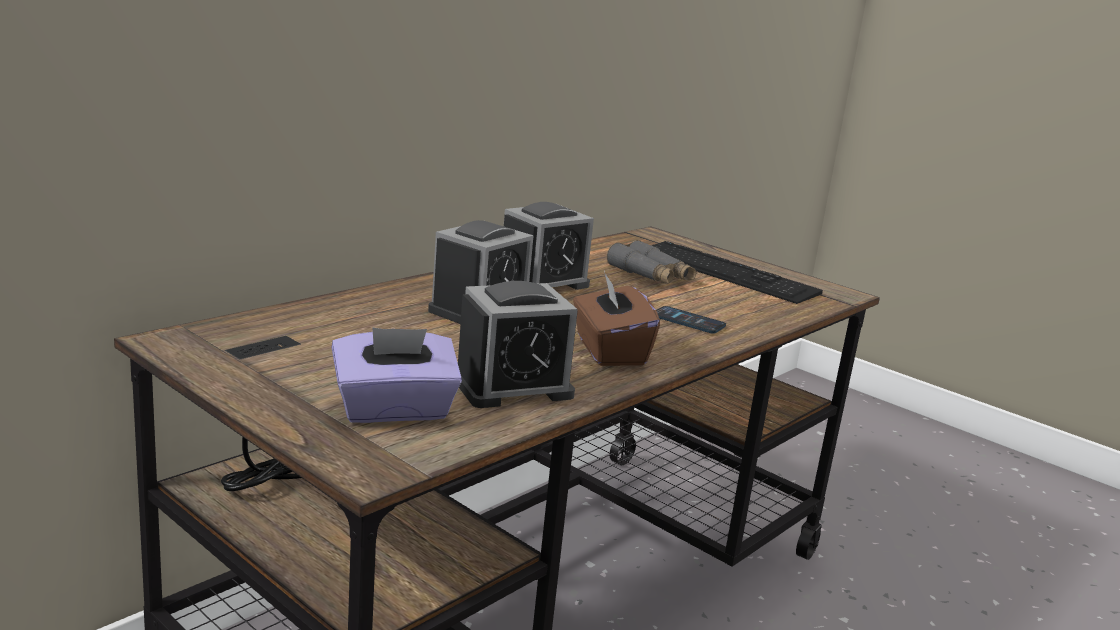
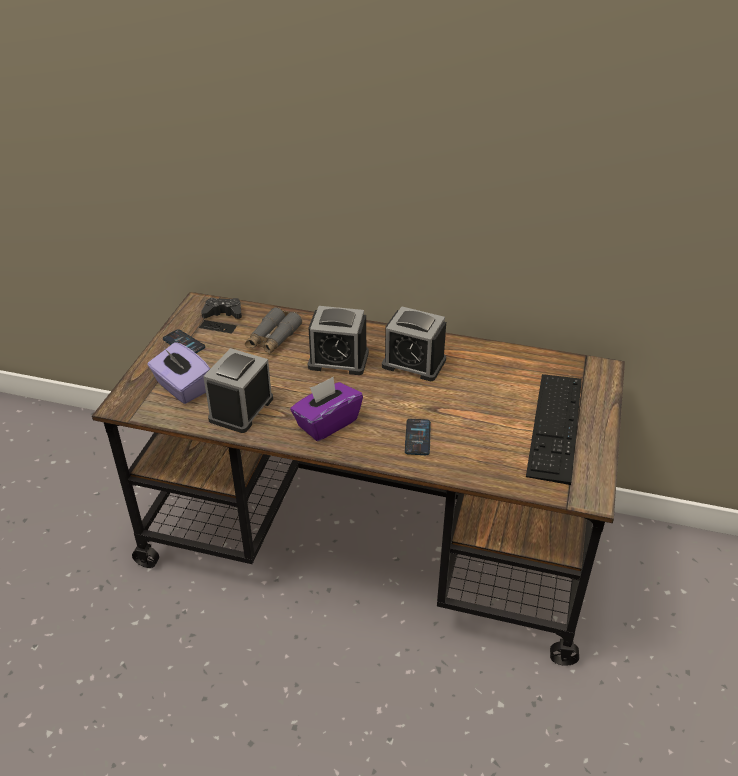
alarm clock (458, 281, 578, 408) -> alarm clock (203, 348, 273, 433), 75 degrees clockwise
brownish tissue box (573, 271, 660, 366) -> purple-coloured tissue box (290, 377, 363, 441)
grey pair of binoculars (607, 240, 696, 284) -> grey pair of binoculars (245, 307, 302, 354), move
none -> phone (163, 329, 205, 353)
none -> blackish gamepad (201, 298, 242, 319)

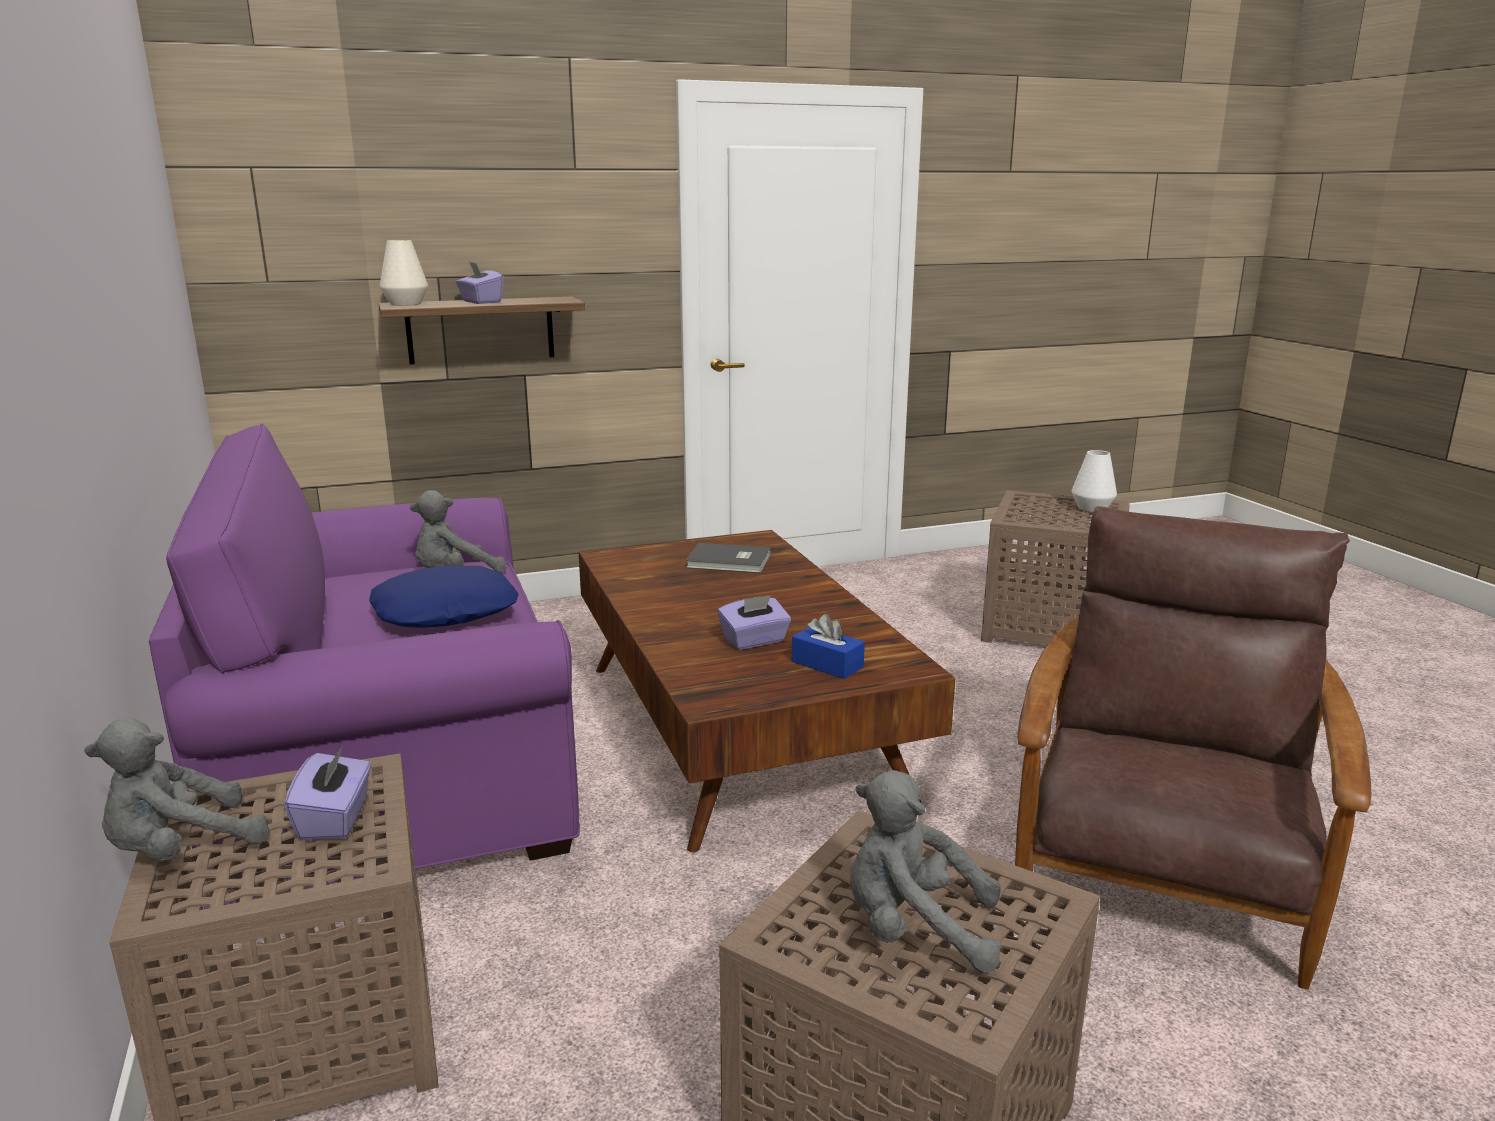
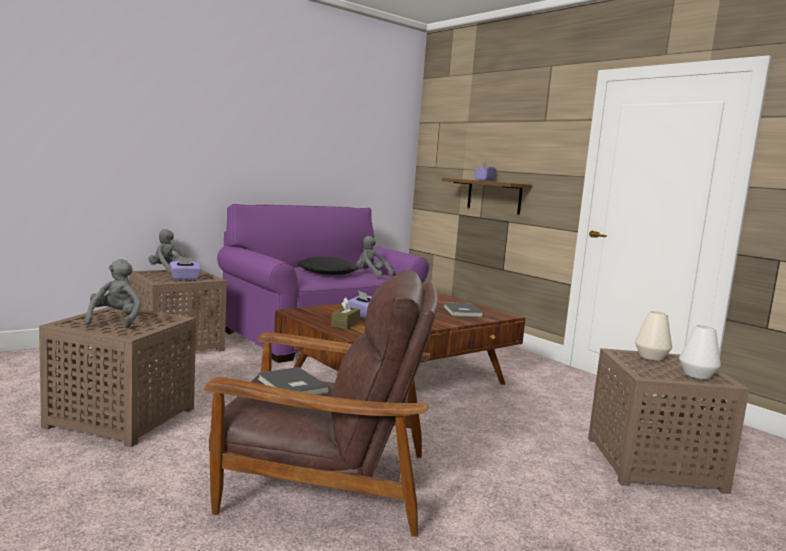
blue-coloured throw pillow (369, 566, 519, 628) -> blackish throw pillow (297, 257, 358, 275)
white-coloured decorative vase (380, 240, 428, 306) -> white-coloured decorative vase (635, 311, 672, 361), move
blue-coloured tissue box (792, 614, 865, 679) -> brownish tissue box (331, 298, 360, 329)
none -> grey book (257, 367, 330, 395)

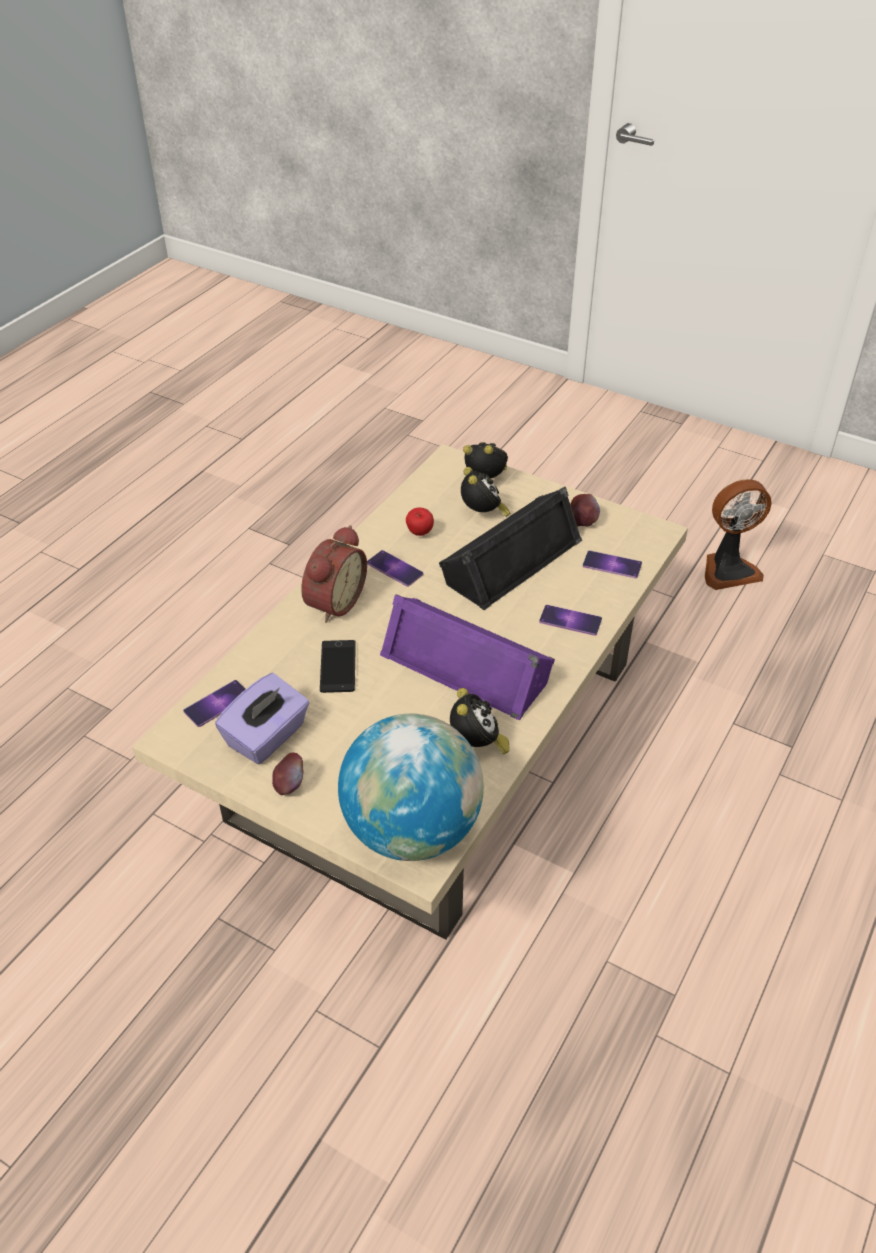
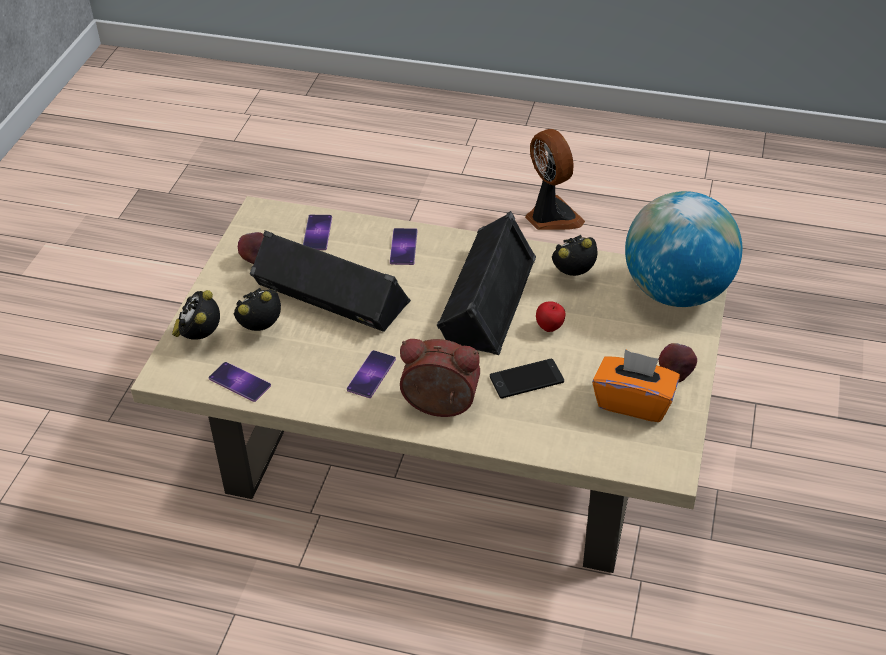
phone (183, 680, 246, 727) -> phone (209, 362, 271, 402), move
purple-coloured tissue box (215, 673, 310, 764) -> orange tissue box (592, 349, 680, 422)
purple-coloured audio speaker (380, 594, 555, 720) -> blackish audio speaker (437, 211, 536, 355)
whole apple (406, 508, 434, 536) -> whole apple (536, 301, 565, 332), move
fan (705, 479, 772, 590) -> fan (525, 129, 585, 230), move

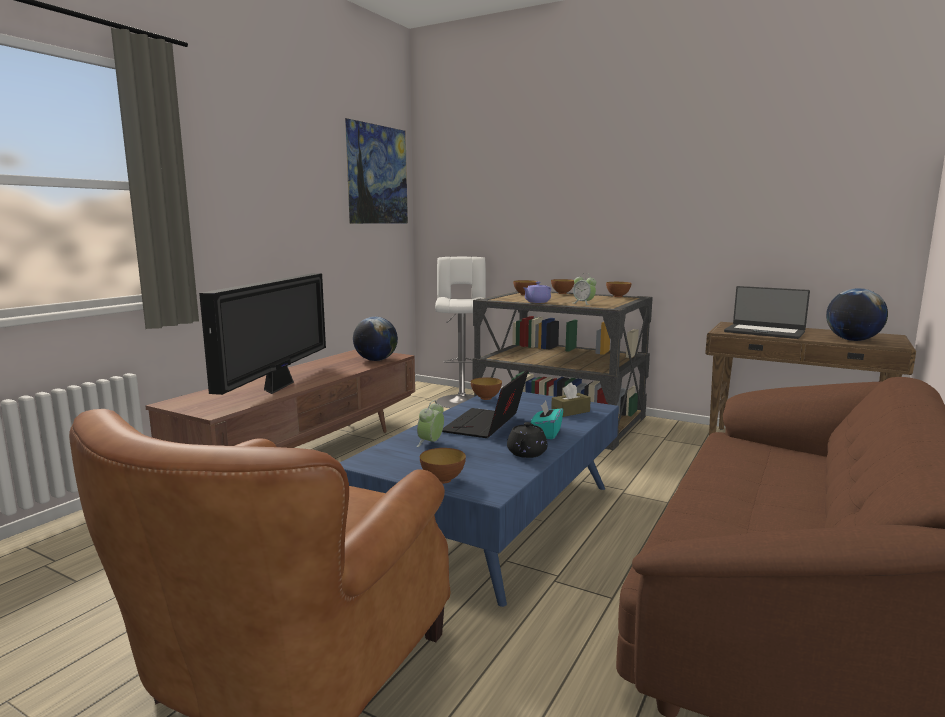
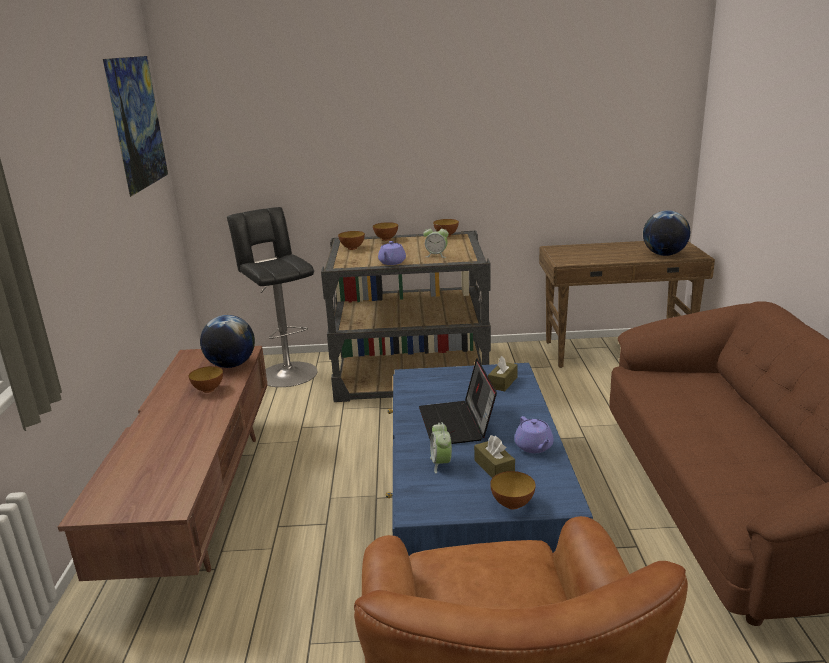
TV set (199, 273, 326, 395) -> none
white-coloured stool (435, 257, 486, 408) -> blackish stool (227, 207, 317, 387)
bowl (471, 377, 502, 400) -> bowl (188, 366, 223, 393), move
blackish tea pot (507, 422, 548, 458) -> purple-coloured tea pot (514, 416, 554, 453)
turquoise tissue box (531, 401, 563, 439) -> none
notebook computer (724, 286, 810, 339) -> none
none -> brownish tissue box (474, 435, 515, 478)

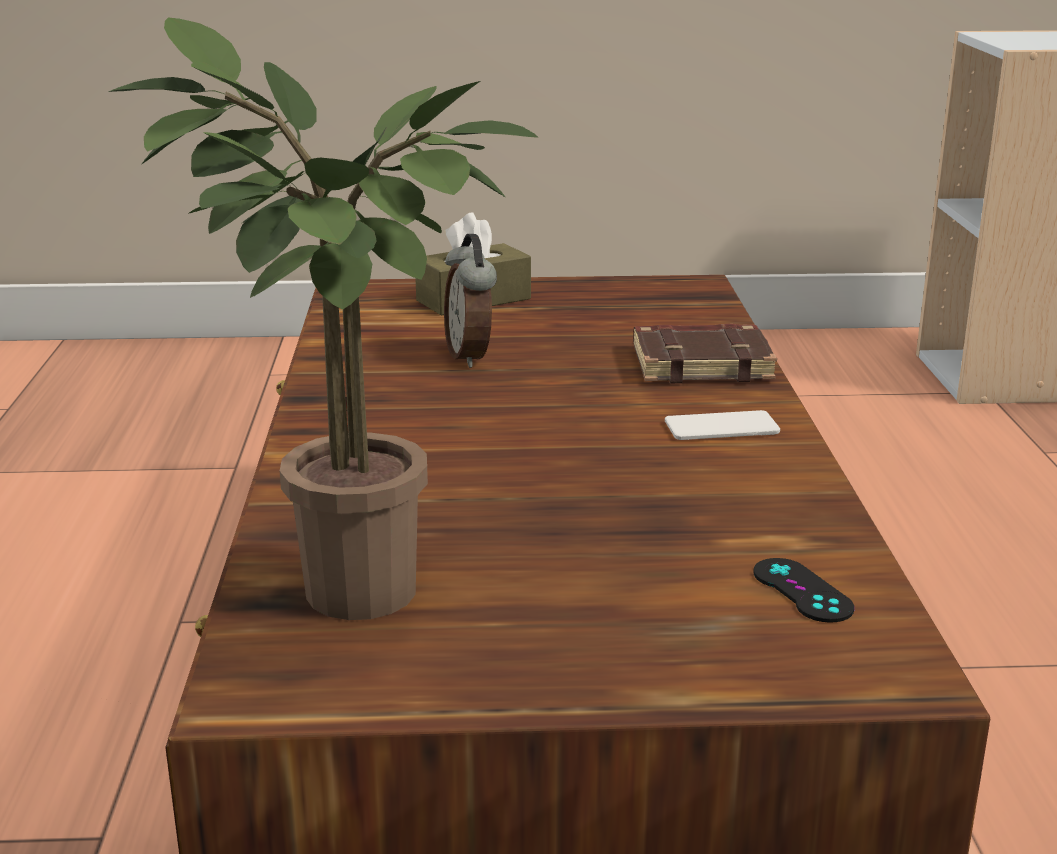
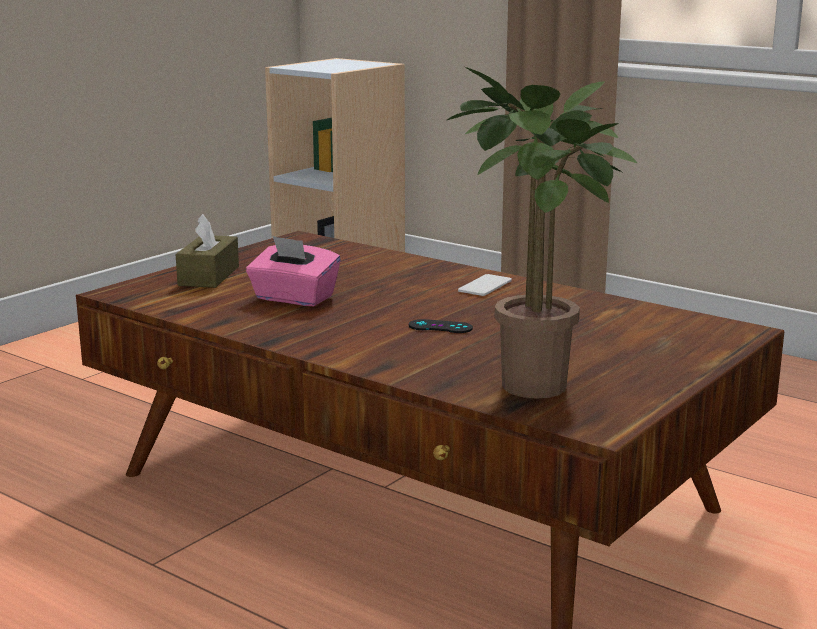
alarm clock (444, 234, 497, 368) -> pinkish tissue box (246, 236, 341, 306)
brownish book (633, 324, 777, 383) -> none
blackish gamepad (753, 558, 854, 623) -> blackish gamepad (409, 319, 473, 333), move

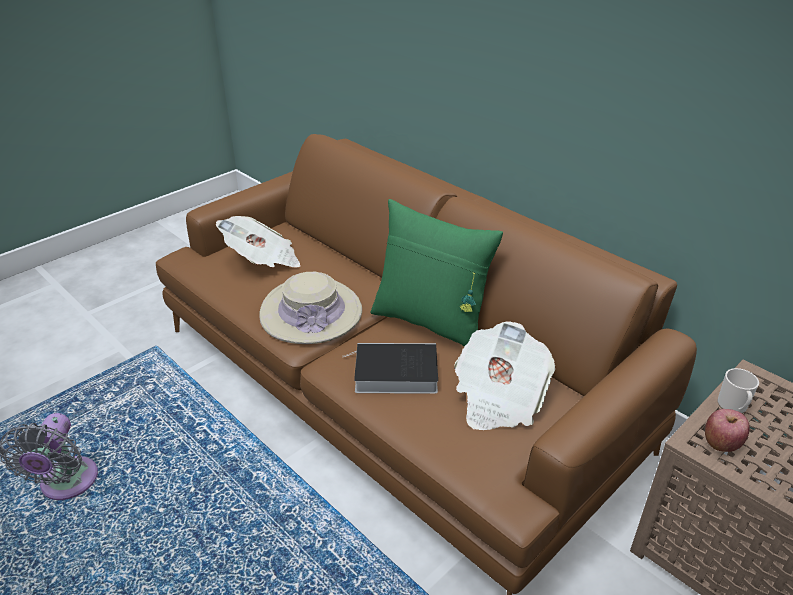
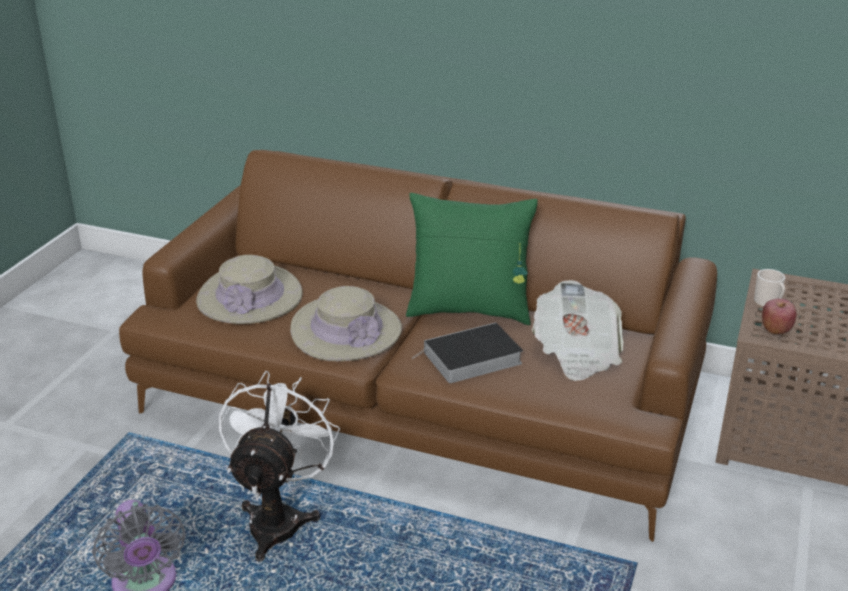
printed paper (216, 216, 301, 267) -> beige-coloured hat (196, 255, 303, 324)
none -> white-coloured fan (219, 371, 340, 562)

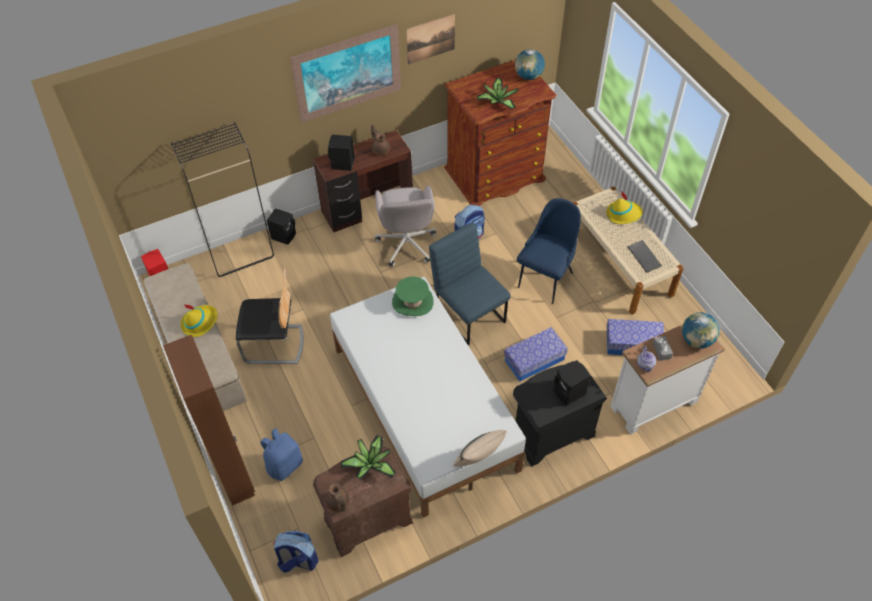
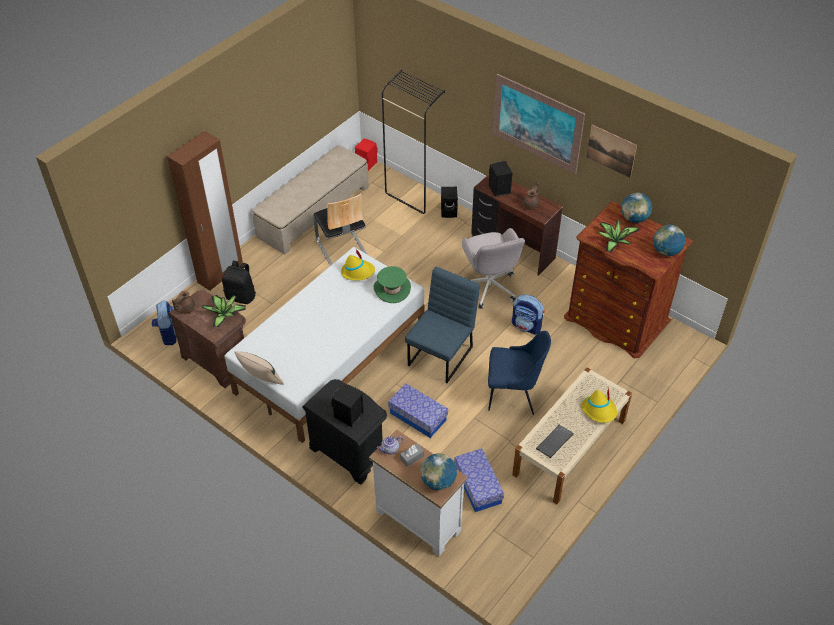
yellowish hat (181, 304, 218, 337) -> yellowish hat (341, 249, 375, 281), move
blue-coloured backpack (260, 428, 303, 481) -> blackish backpack (222, 260, 256, 304)
grey computer chair (375, 185, 437, 267) -> grey computer chair (462, 228, 525, 309), 75 degrees counterclockwise
none -> globe (621, 193, 652, 223)

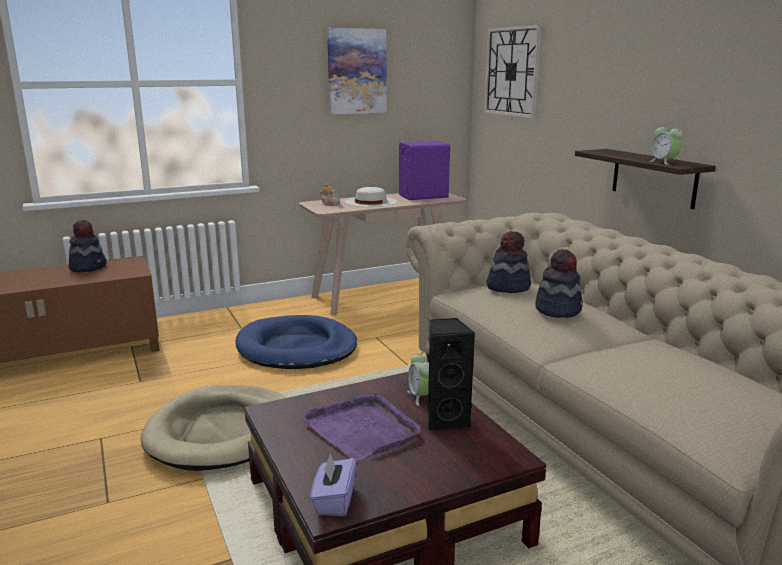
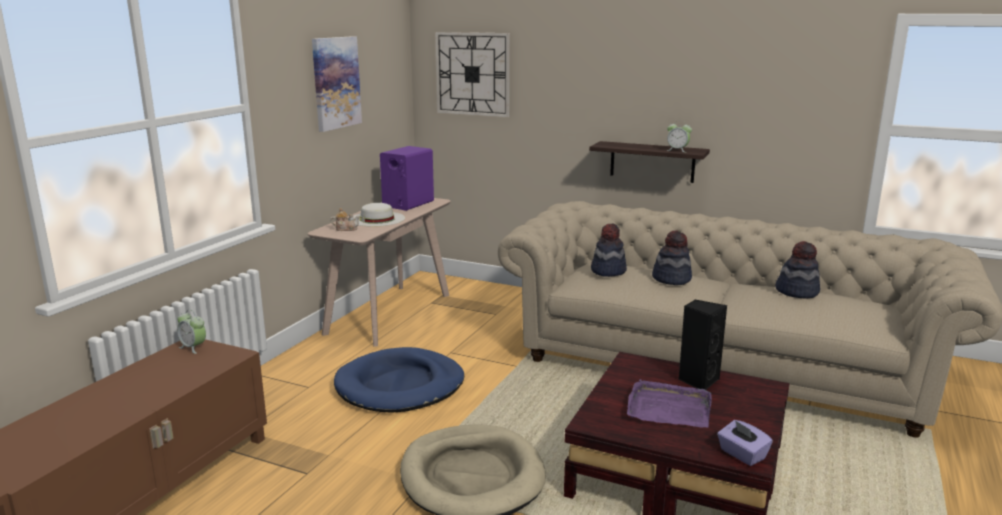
hat (69, 220, 107, 272) -> hat (775, 241, 820, 299), move
alarm clock (407, 352, 429, 406) -> alarm clock (177, 310, 206, 354), move

